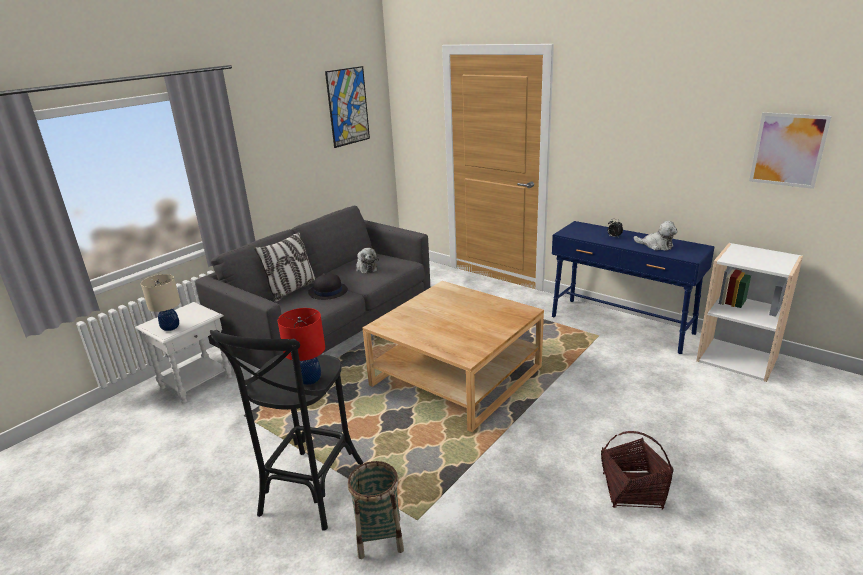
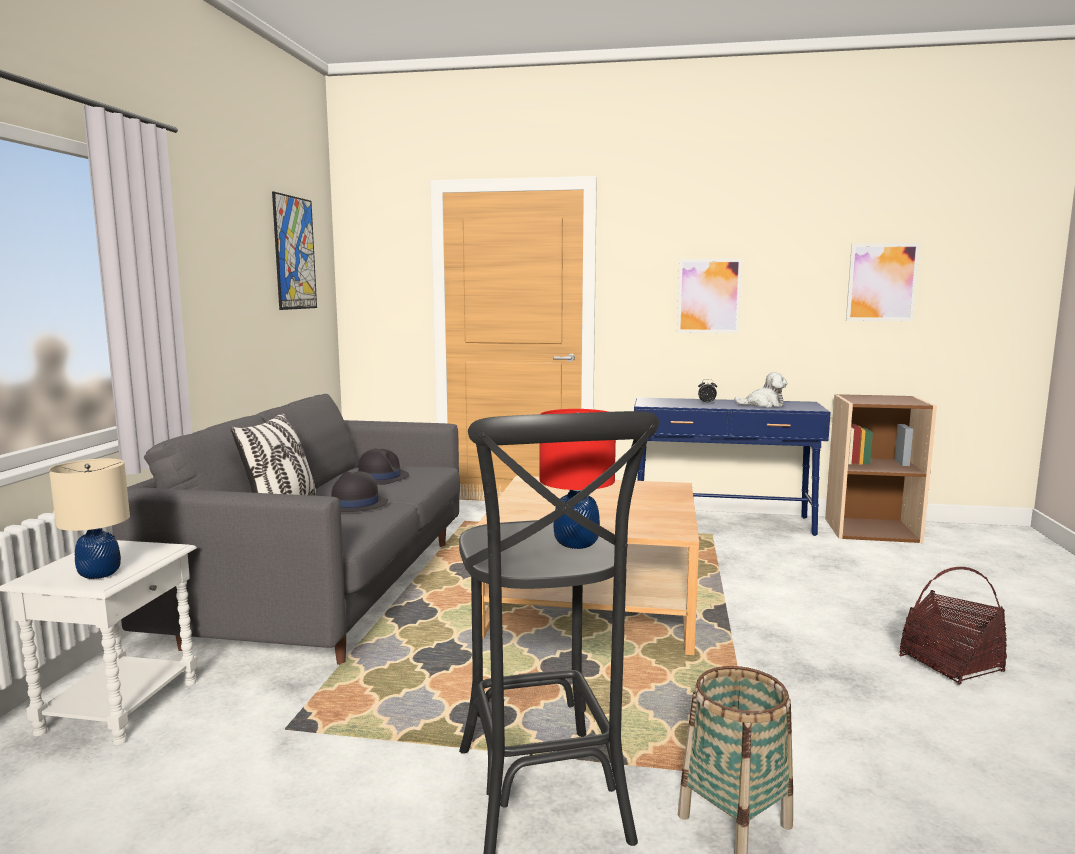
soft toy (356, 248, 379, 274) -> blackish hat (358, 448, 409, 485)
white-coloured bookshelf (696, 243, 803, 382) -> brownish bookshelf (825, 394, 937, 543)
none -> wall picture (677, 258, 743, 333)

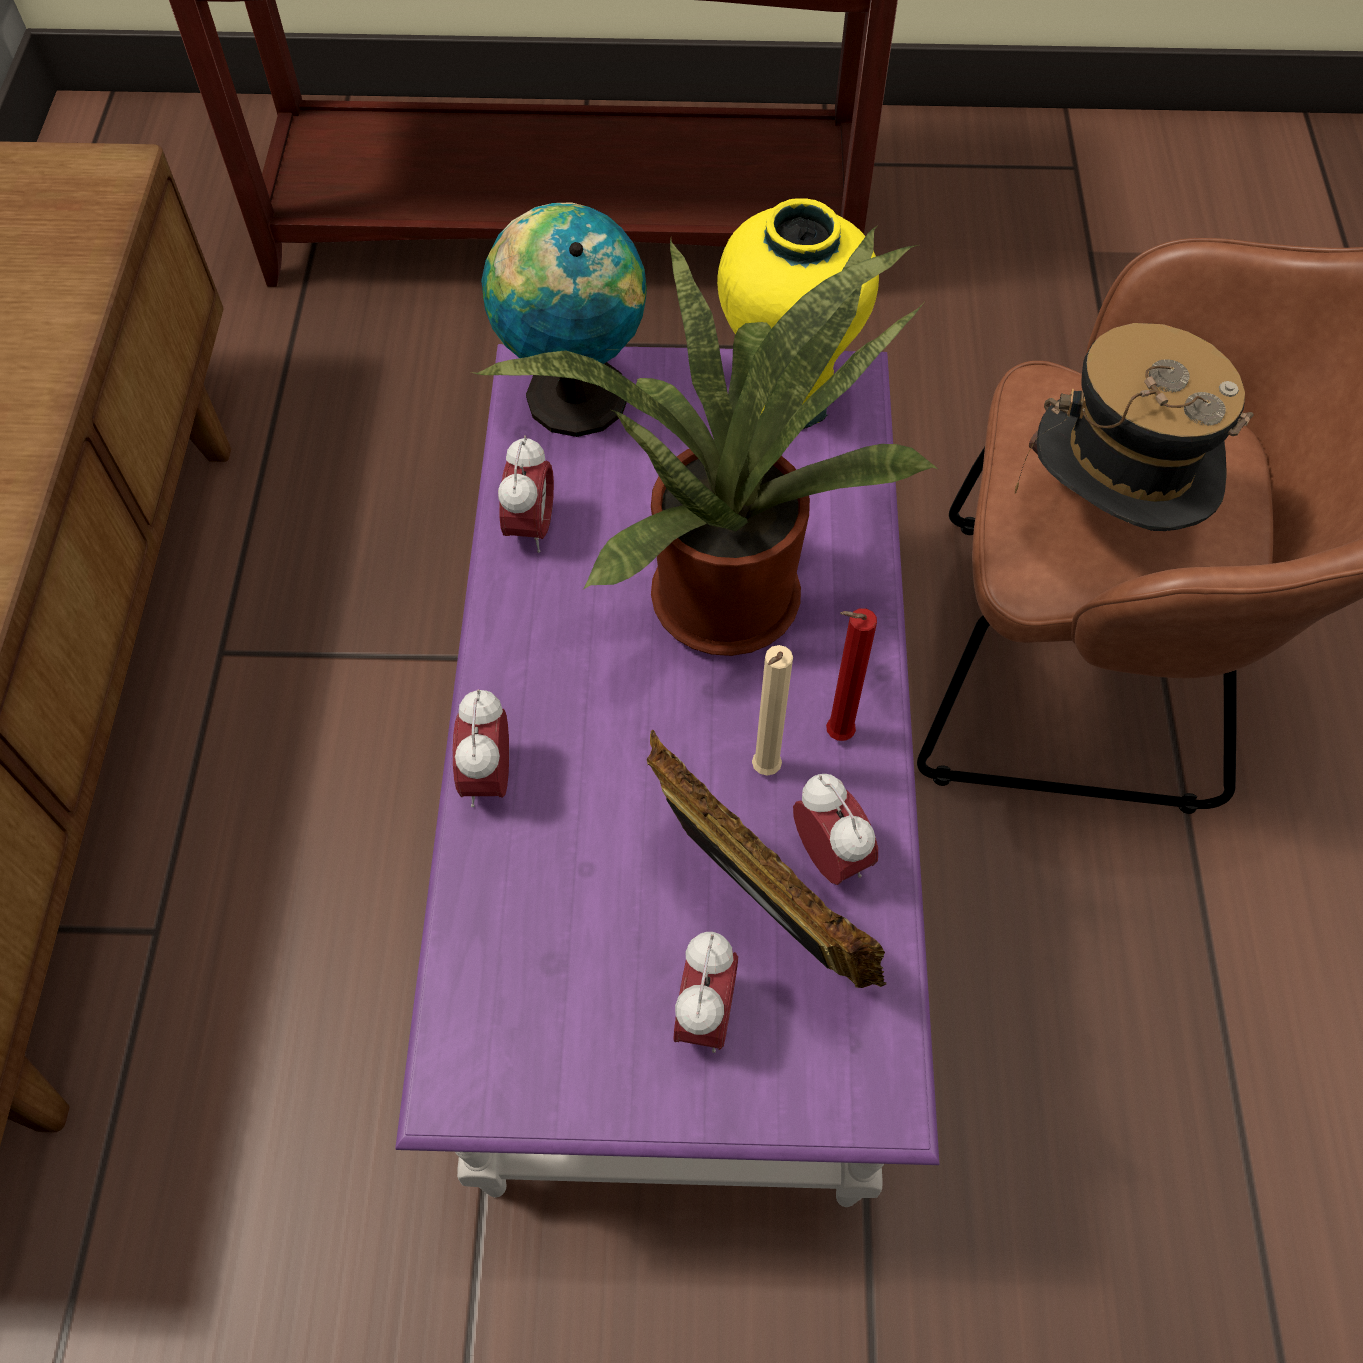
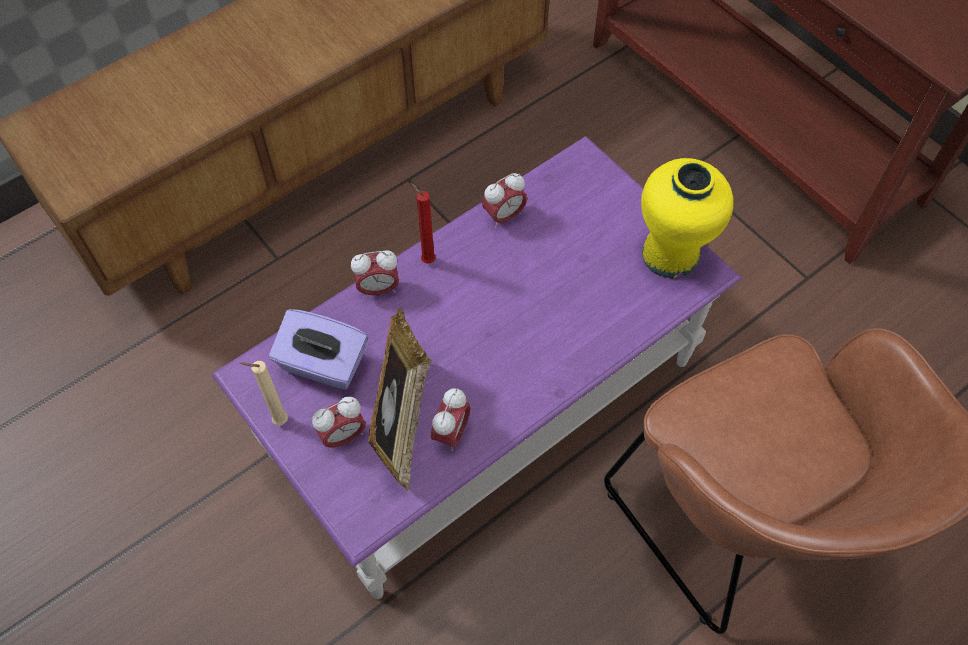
alarm clock (453, 689, 509, 807) -> alarm clock (351, 250, 399, 298), 150 degrees counterclockwise
potted plant (471, 225, 938, 656) -> none
globe (481, 202, 647, 437) -> none
beige-coloured wax candle (752, 645, 793, 776) -> beige-coloured wax candle (240, 361, 288, 425), move
red wax candle (826, 608, 877, 741) -> red wax candle (410, 183, 436, 264), move
hat (1015, 323, 1254, 531) -> none
none -> purple-coloured tissue box (269, 309, 368, 390)

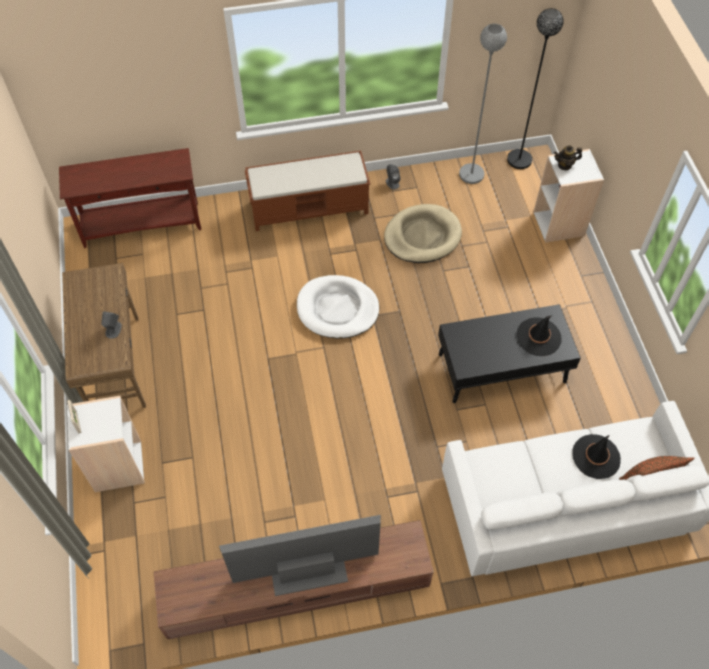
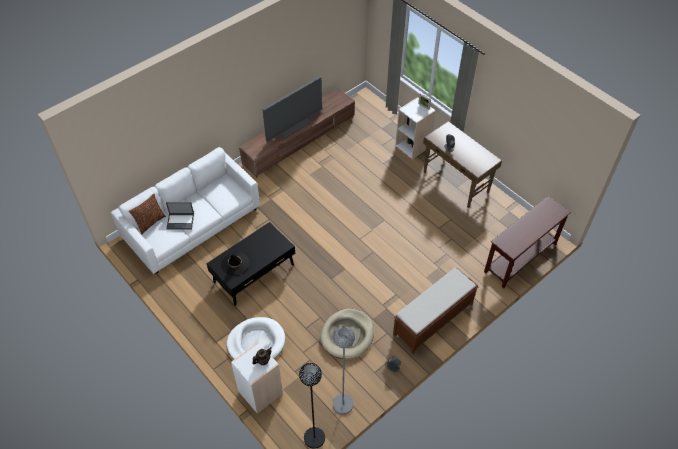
white-coloured dog cushion (297, 275, 379, 339) -> white-coloured dog cushion (227, 317, 285, 359), move
blackish hat (572, 434, 621, 479) -> notebook computer (166, 202, 194, 229)

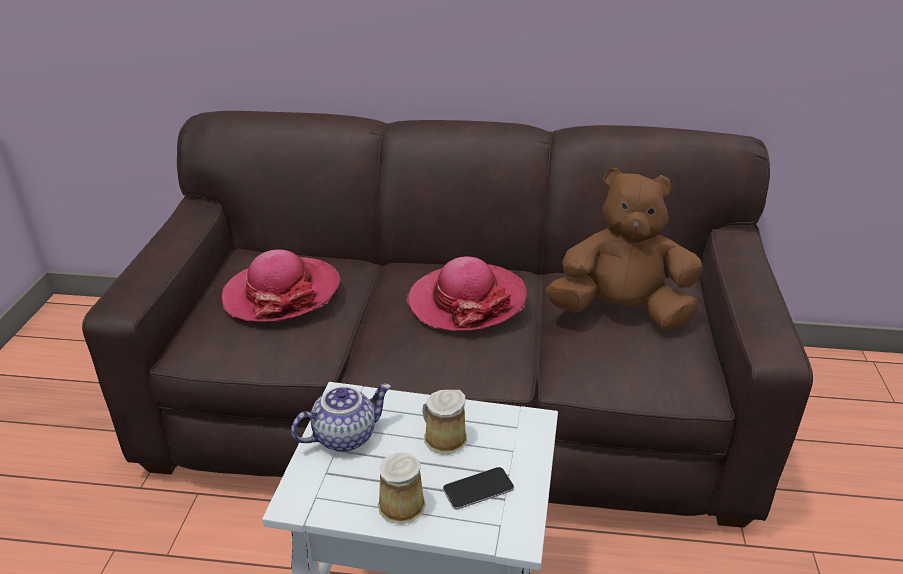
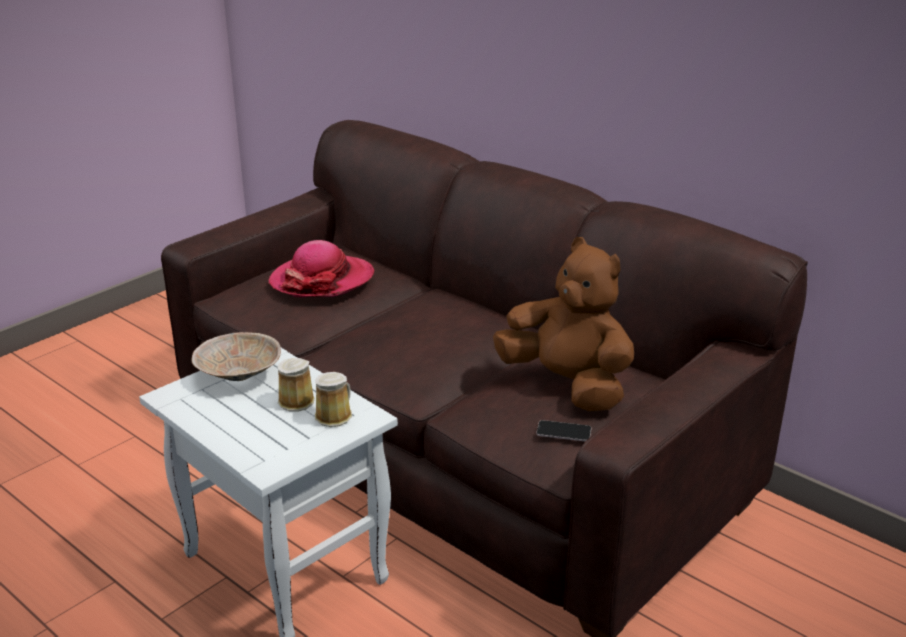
tea pot (291, 383, 391, 452) -> beige-coloured bowl (192, 332, 281, 381)
mug (378, 452, 426, 525) -> mug (315, 372, 352, 427), move
hat (406, 256, 527, 331) -> none
phone (443, 467, 514, 510) -> phone (536, 420, 591, 441), move

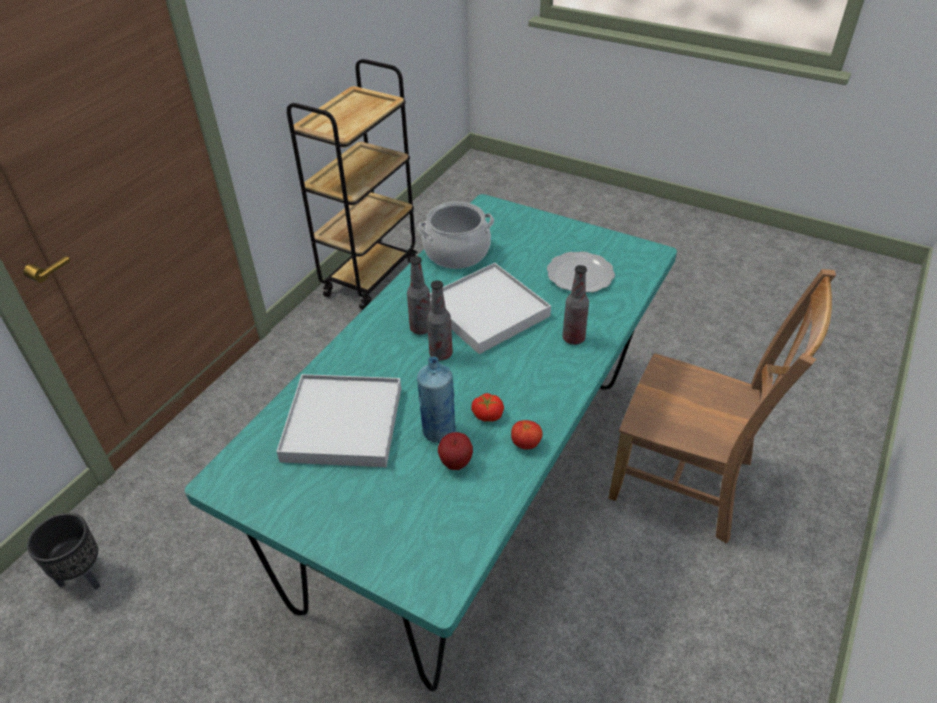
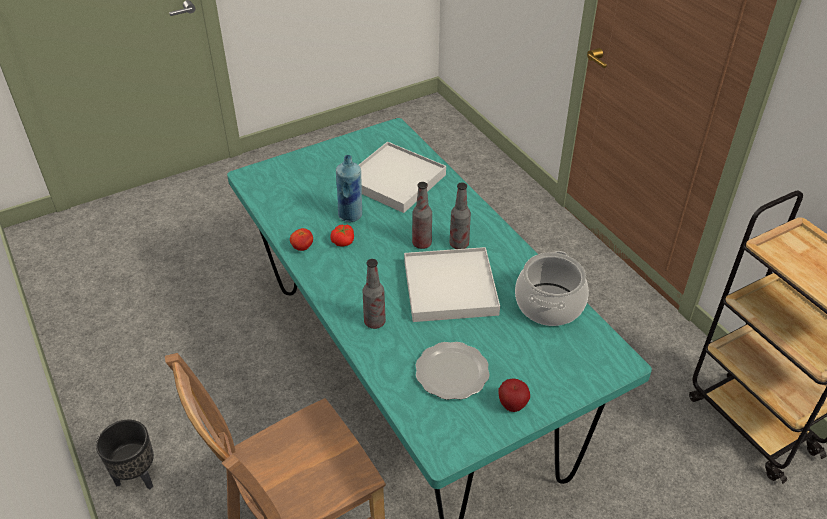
blackish planter (27, 513, 100, 590) -> blackish planter (96, 420, 154, 490), move
whole apple (438, 432, 473, 470) -> whole apple (498, 378, 530, 412), move

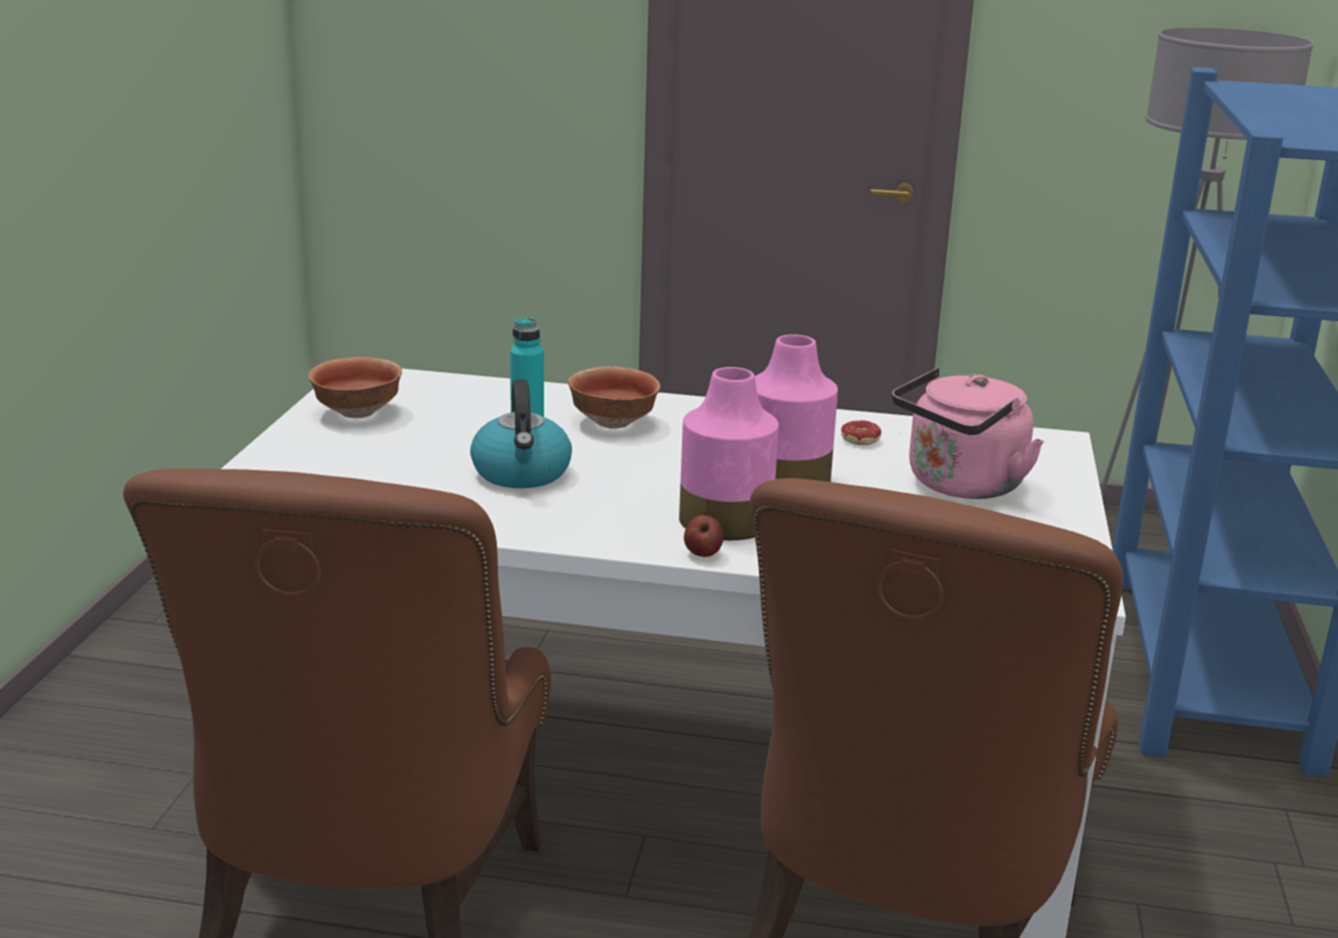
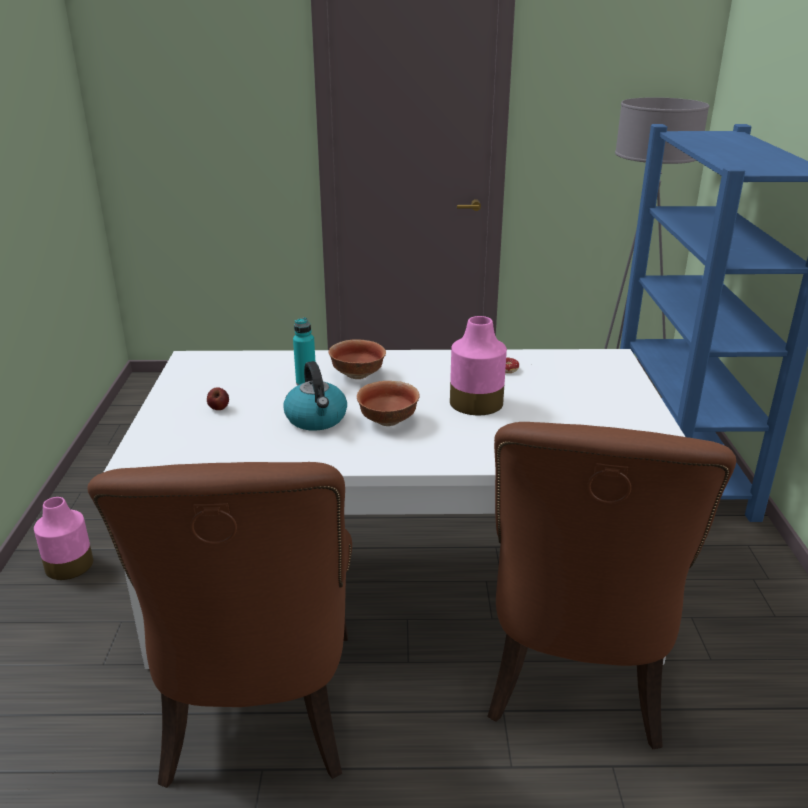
bowl (309, 357, 402, 418) -> bowl (357, 381, 420, 426), move
pinkish decorative vase (679, 367, 779, 540) -> pinkish decorative vase (34, 497, 94, 580), move
whole apple (684, 515, 724, 557) -> whole apple (207, 387, 229, 410), move
pinkish tea kettle (892, 368, 1044, 499) -> none

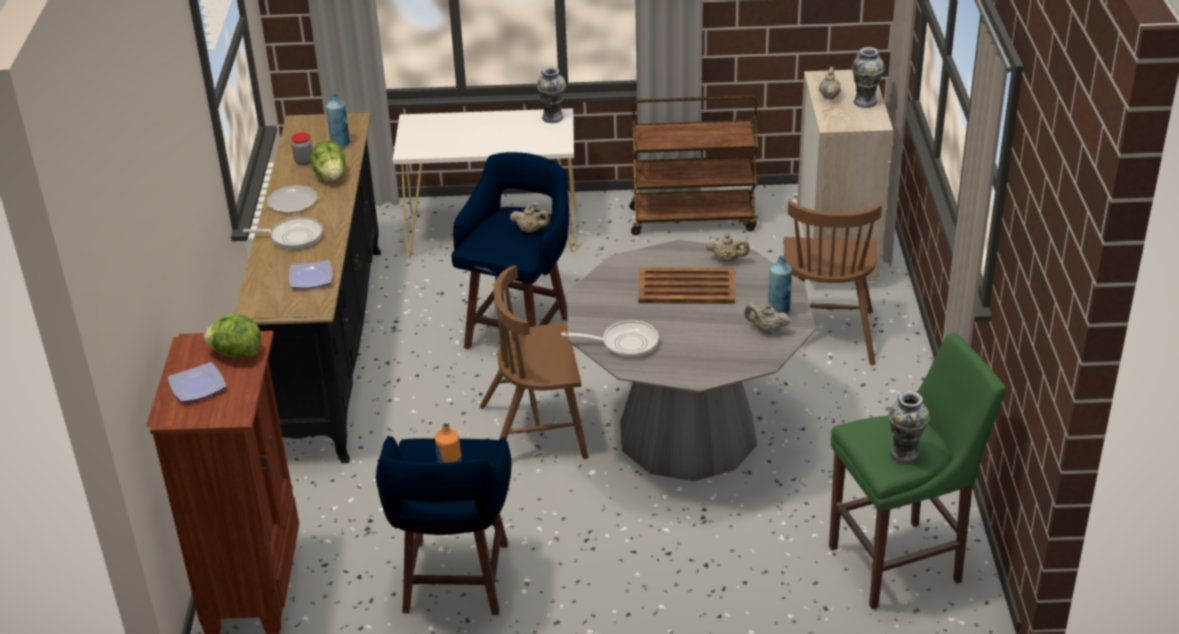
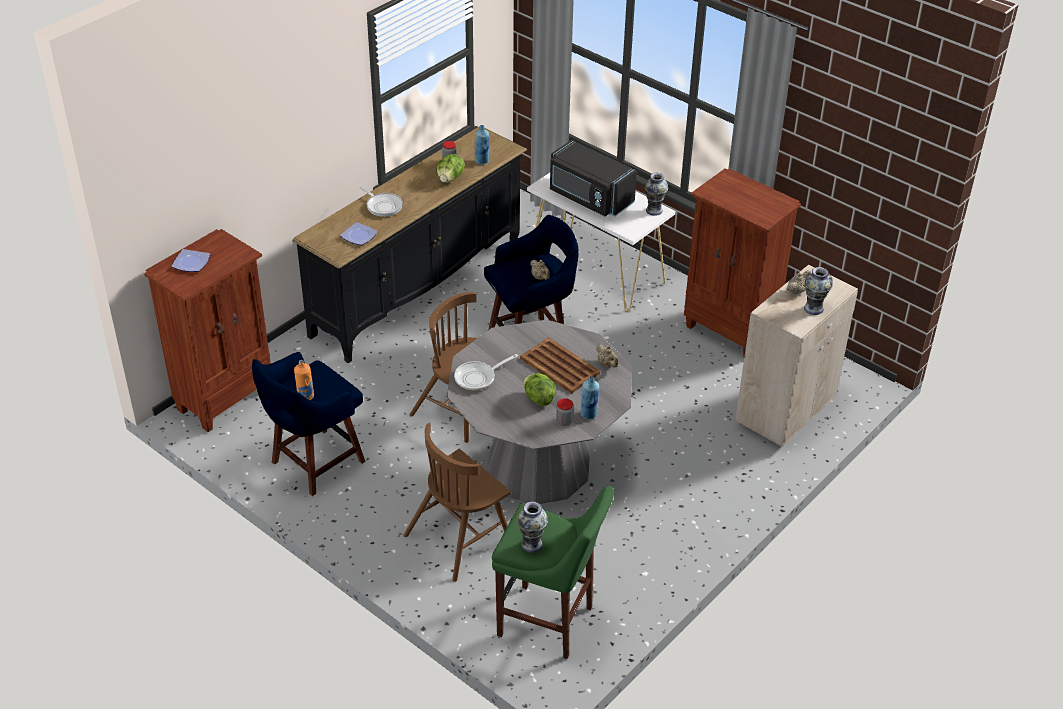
lettuce (204, 314, 261, 357) -> lettuce (524, 373, 556, 407), move
plate (267, 185, 318, 213) -> none
skillet (561, 320, 659, 357) -> skillet (454, 354, 518, 390), 105 degrees clockwise
brownish trolley (630, 96, 758, 235) -> brownish storage cabinet (684, 168, 801, 357)
beige-coloured tea pot (744, 304, 790, 335) -> jar (556, 398, 574, 426)
brownish chair (784, 200, 882, 365) -> brownish chair (403, 423, 511, 582), move
none -> blackish microwave oven (550, 140, 637, 216)

